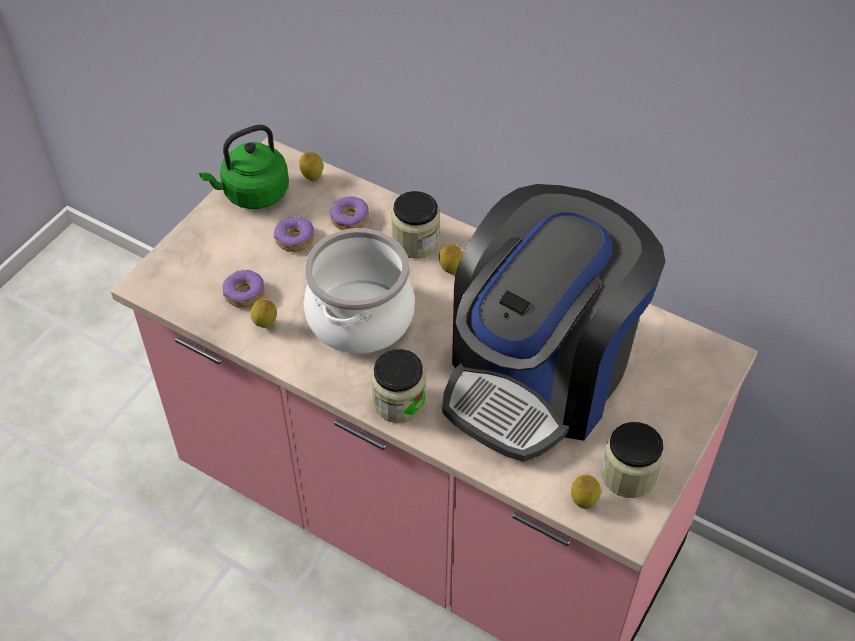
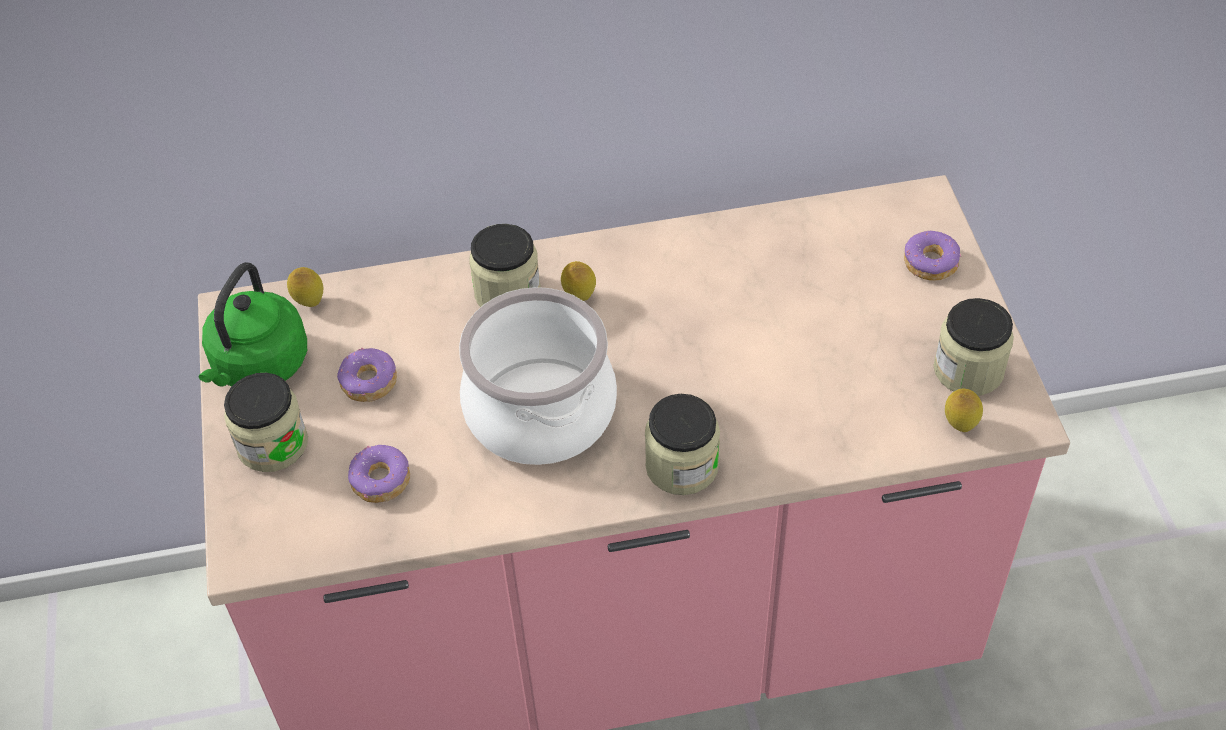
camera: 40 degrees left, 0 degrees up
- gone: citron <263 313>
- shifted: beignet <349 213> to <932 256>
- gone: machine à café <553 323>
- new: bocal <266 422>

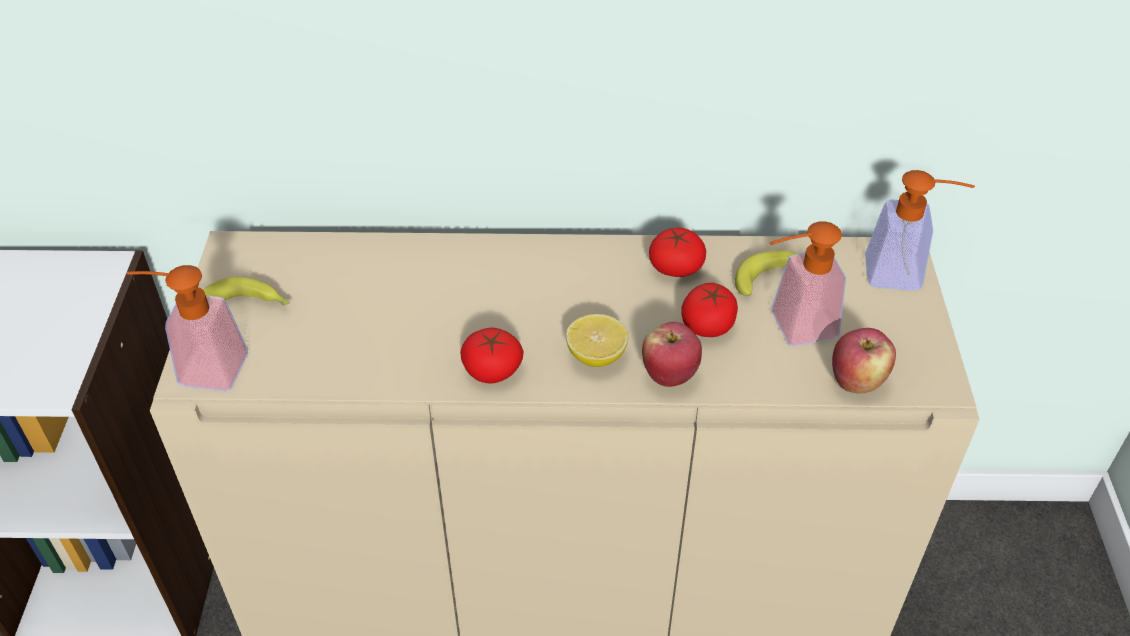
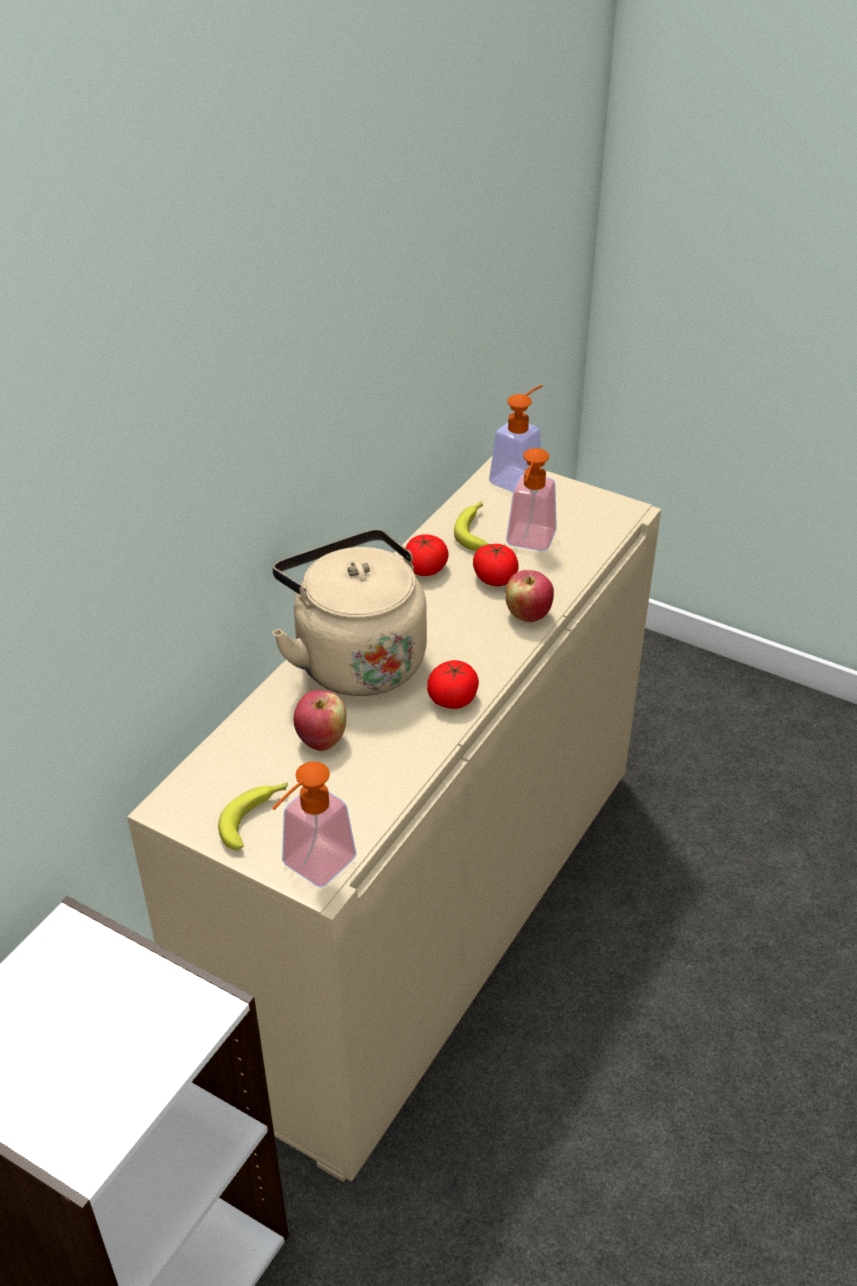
camera: 60 degrees left, 5 degrees down
- gone: citron <597 340>
- shifted: pomme <864 361> to <320 720>
- new: bouilloire/beige <349 612>

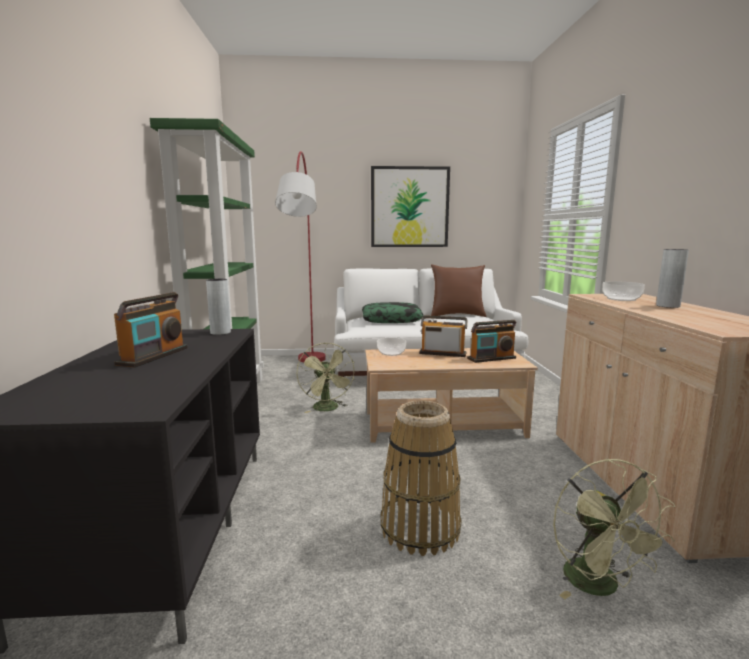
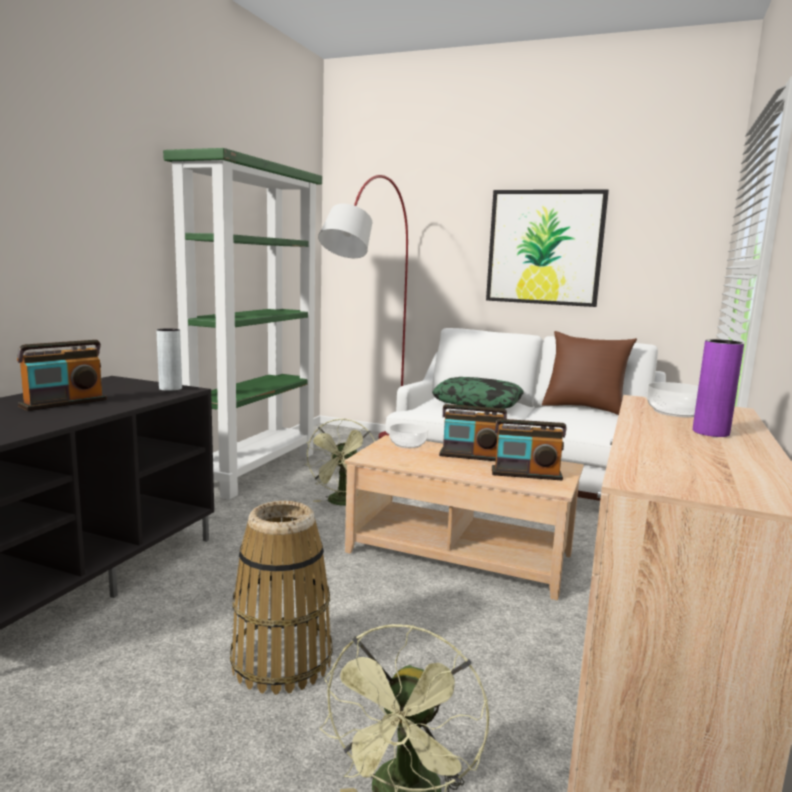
camera: 25 degrees right, 0 degrees up
- rotated: radio <443 336> = <473 432> 150 degrees clockwise
- repainted: vase/gris <672 278> to vase/violet <718 388>

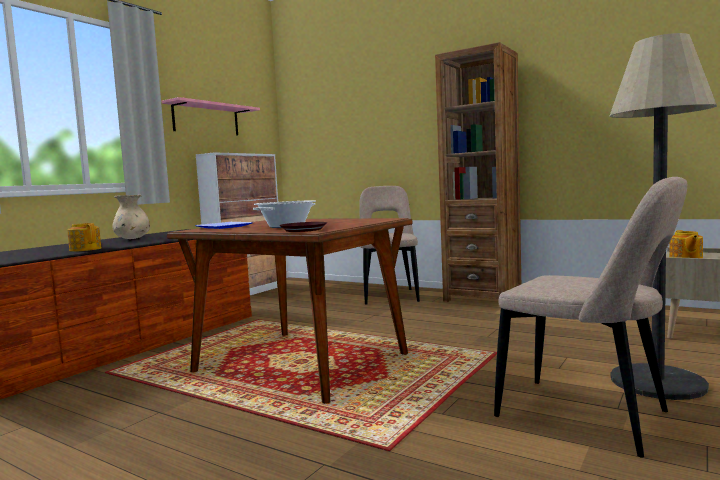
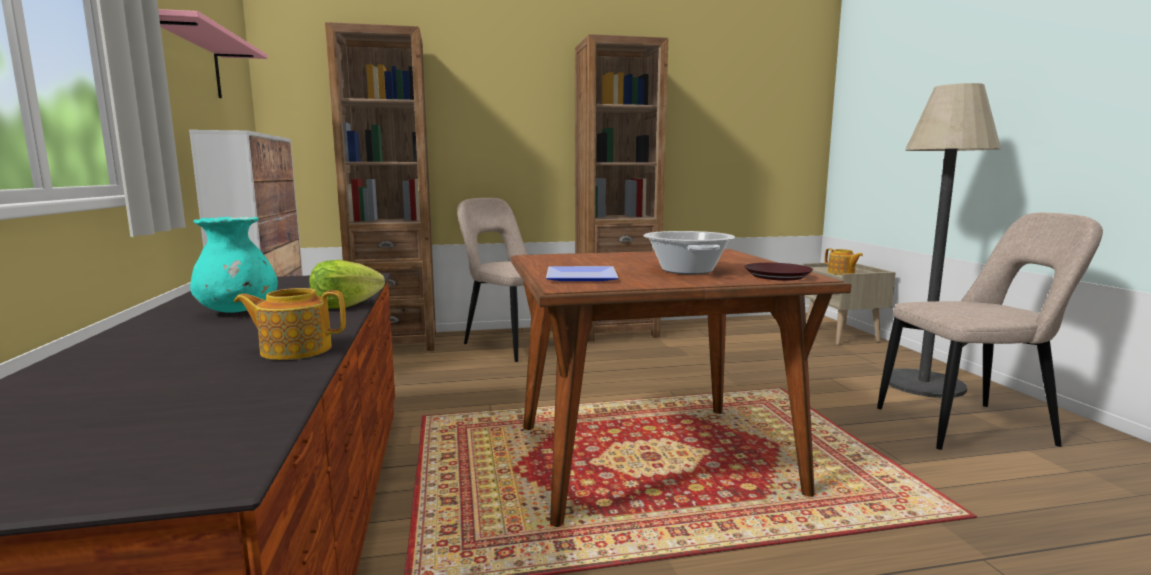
camera: 45 degrees left, 5 degrees up
- repainted: vase/beige <131 217> to vase/turquoise <234 265>
- new: laitue <347 284>
- new: bibliothèque/marron <380 186>

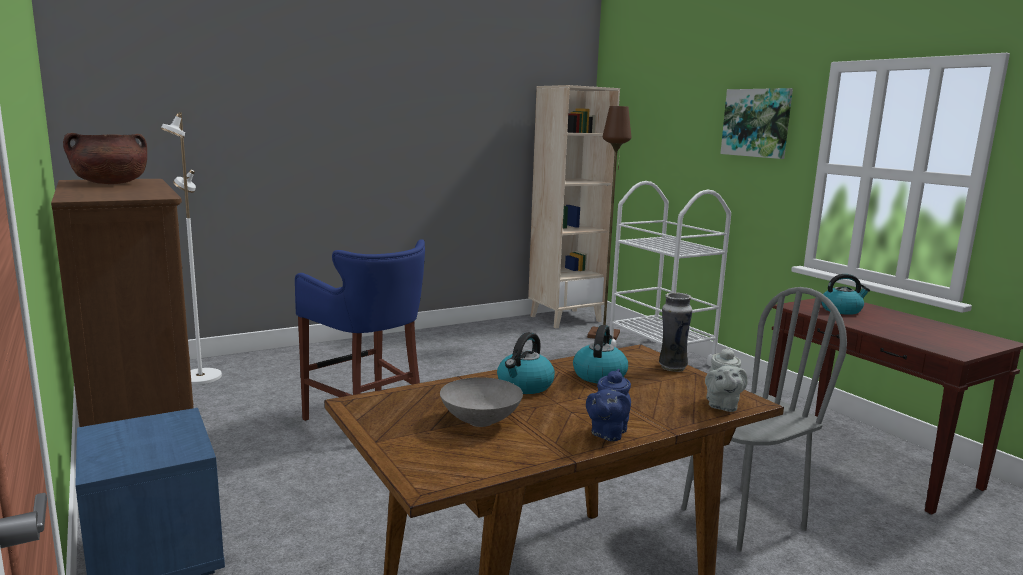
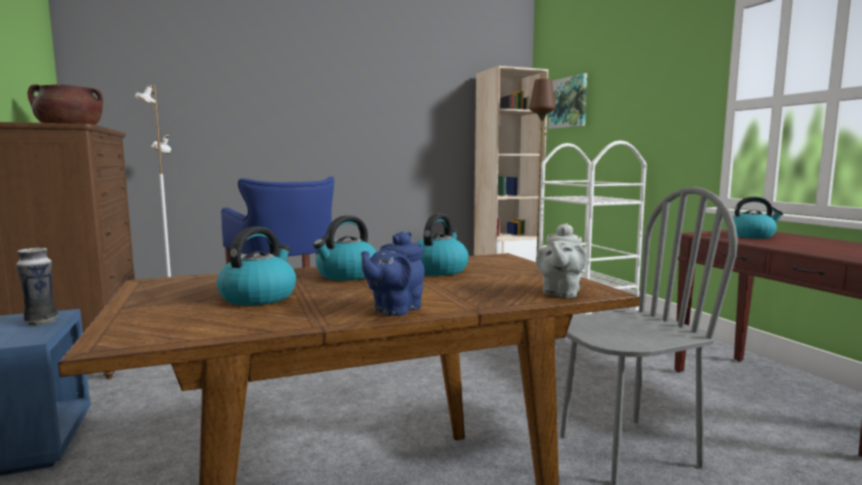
camera: 10 degrees right, 5 degrees down
- swapped: bol/gris <481 402> to bouilloire <256 266>
- shifted: vase <675 332> to <37 286>
- shifted: tableau <756 123> to <567 101>

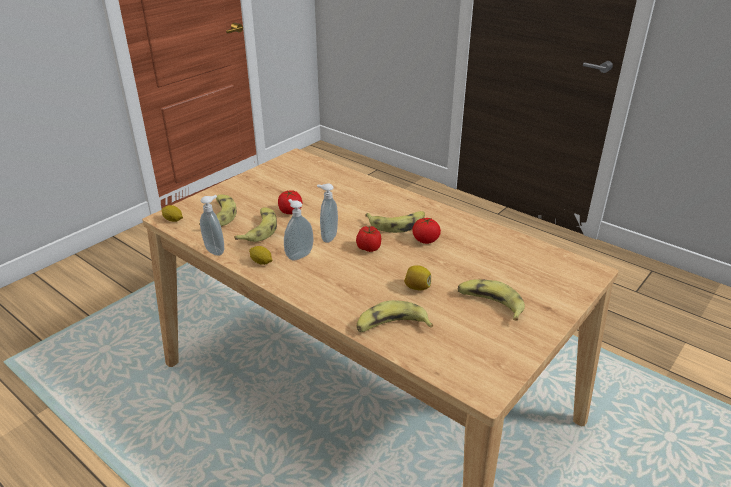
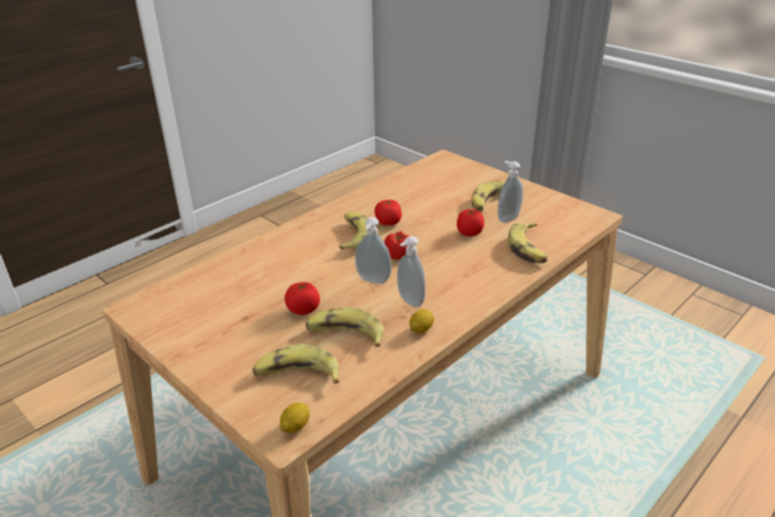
camera: 85 degrees left, 0 degrees up
- shifted: distributeur de savon <212 225> to <510 192>
- swapped: citron <417 277> to tomate <470 222>

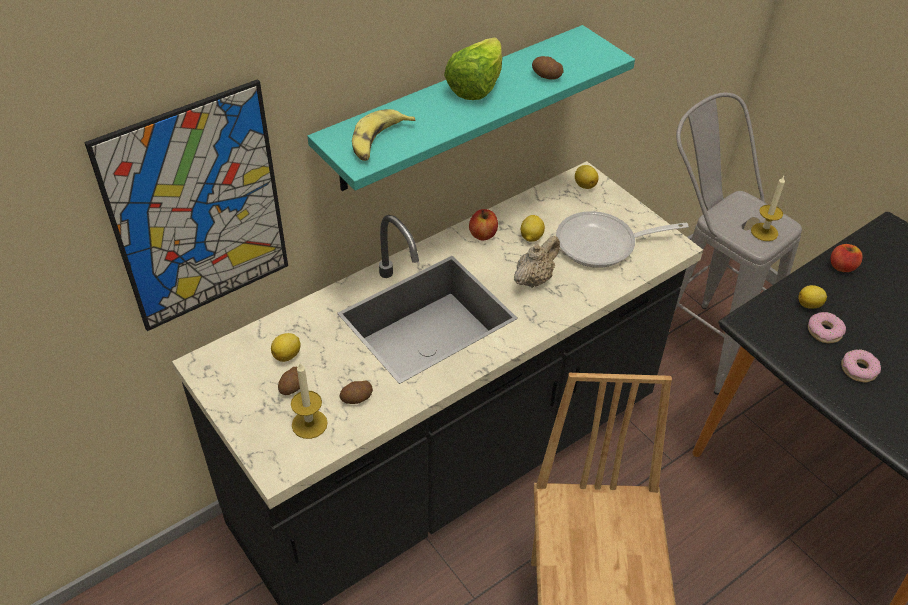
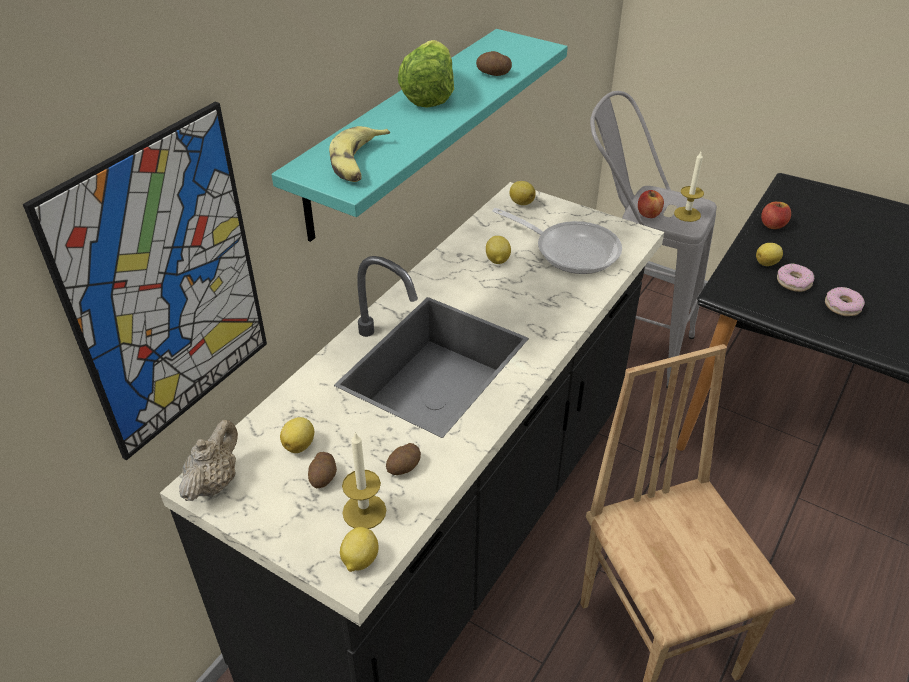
camera: 20 degrees left, 5 degrees down
- shifted: pomme <483 225> to <651 204>
- shifted: théière/beige <537 262> to <208 460>
- rotated: poêle <622 239> = <557 241> 120 degrees counterclockwise
- new: citron <359 549>

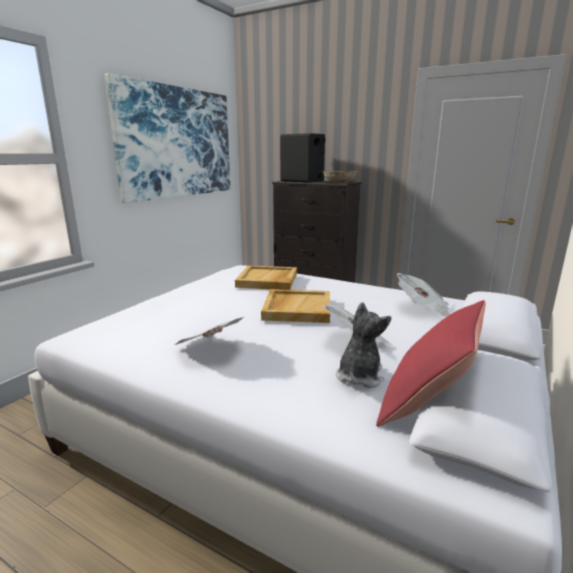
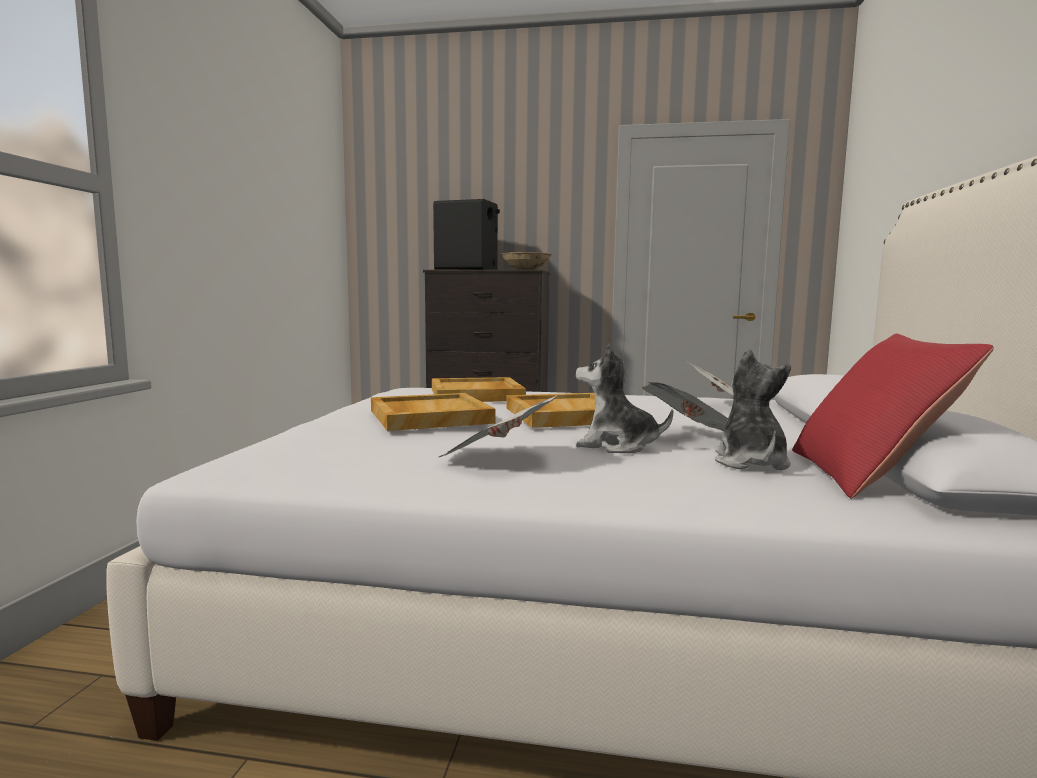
camera: 20 degrees left, 10 degrees down
- gone: tableau <167 138>
- new: plateau/beige <433 412>
- new: peluche <624 398>

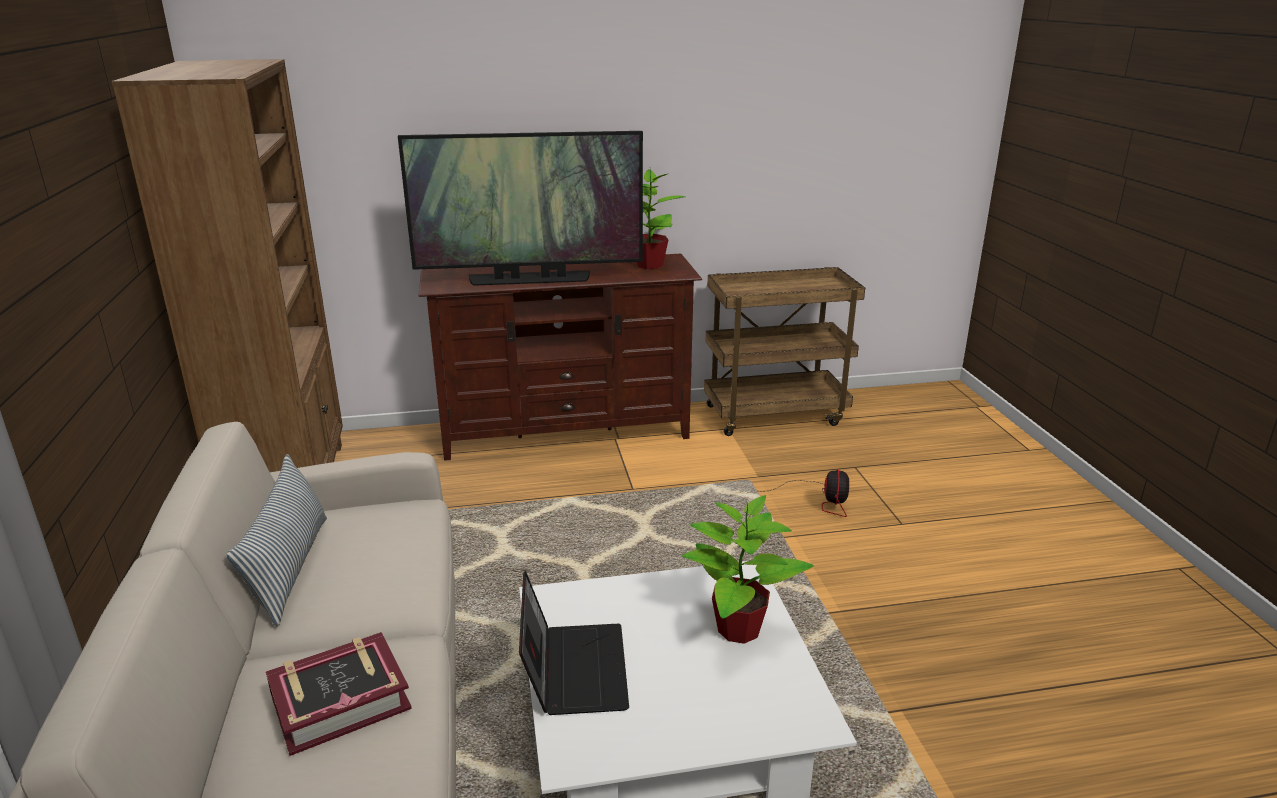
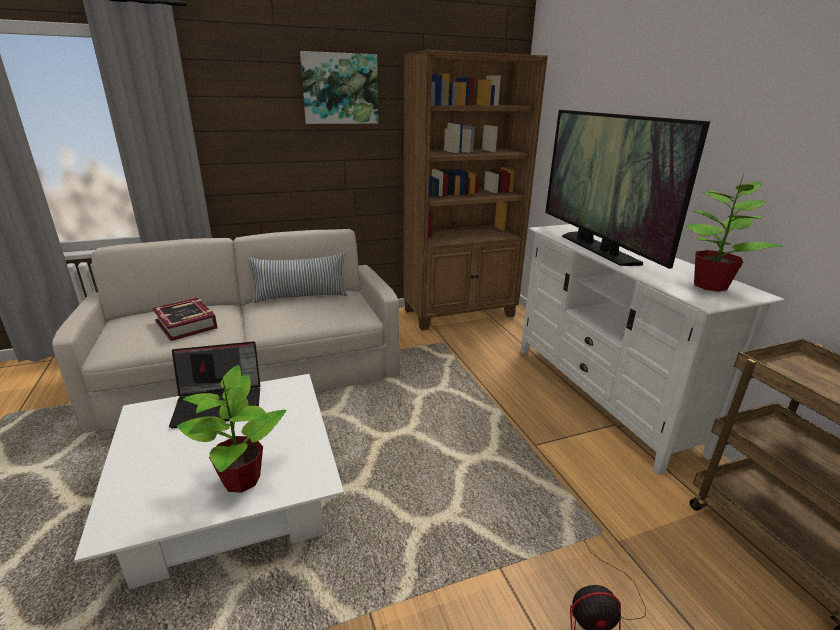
camera: 80 degrees right, 0 degrees up
- repainted: meuble télé/marron <560 357> to meuble télé/blanc <653 349>
- new: tableau <339 87>

